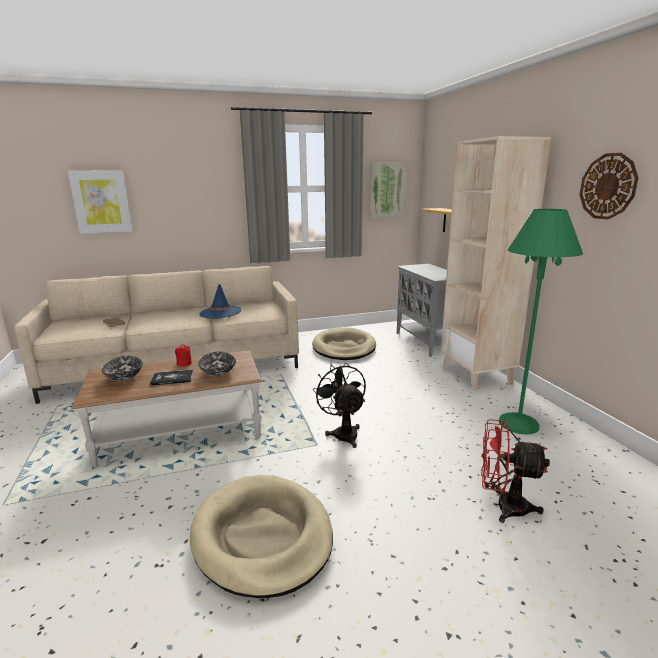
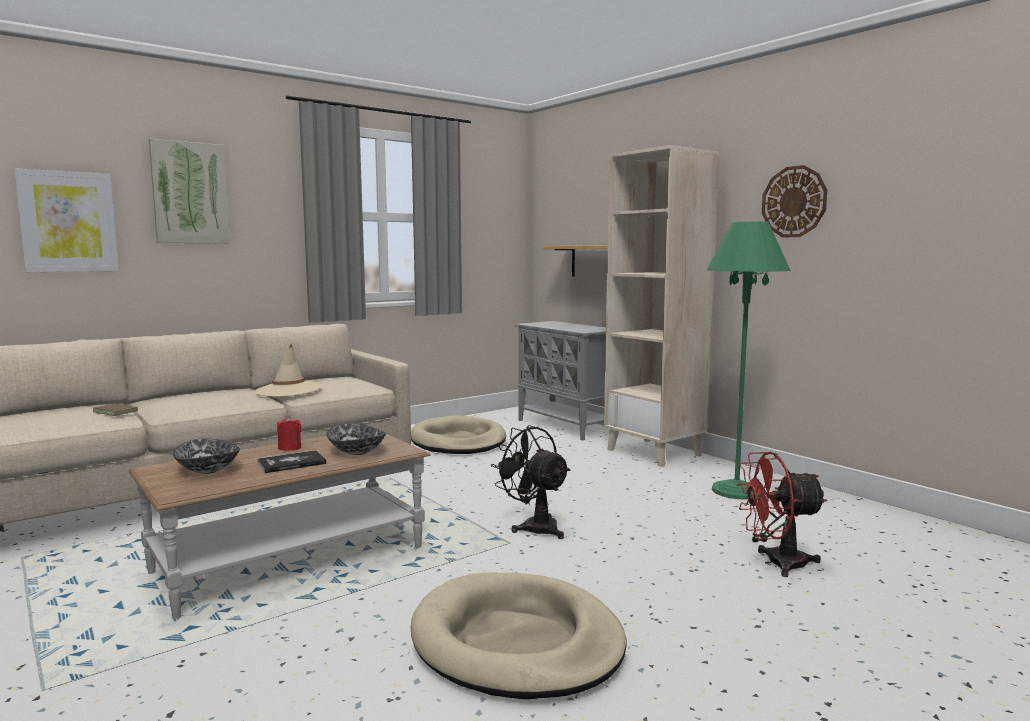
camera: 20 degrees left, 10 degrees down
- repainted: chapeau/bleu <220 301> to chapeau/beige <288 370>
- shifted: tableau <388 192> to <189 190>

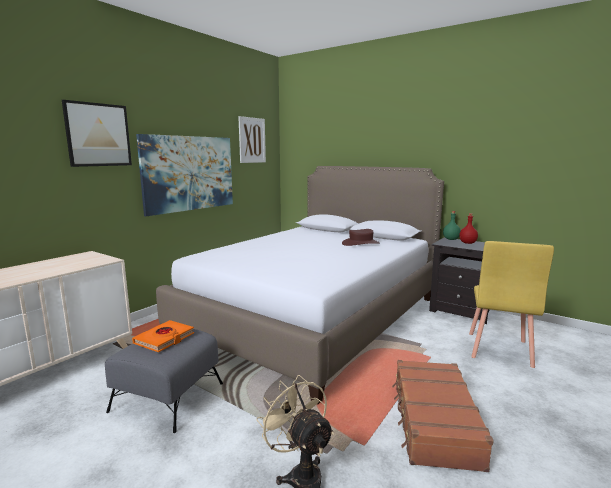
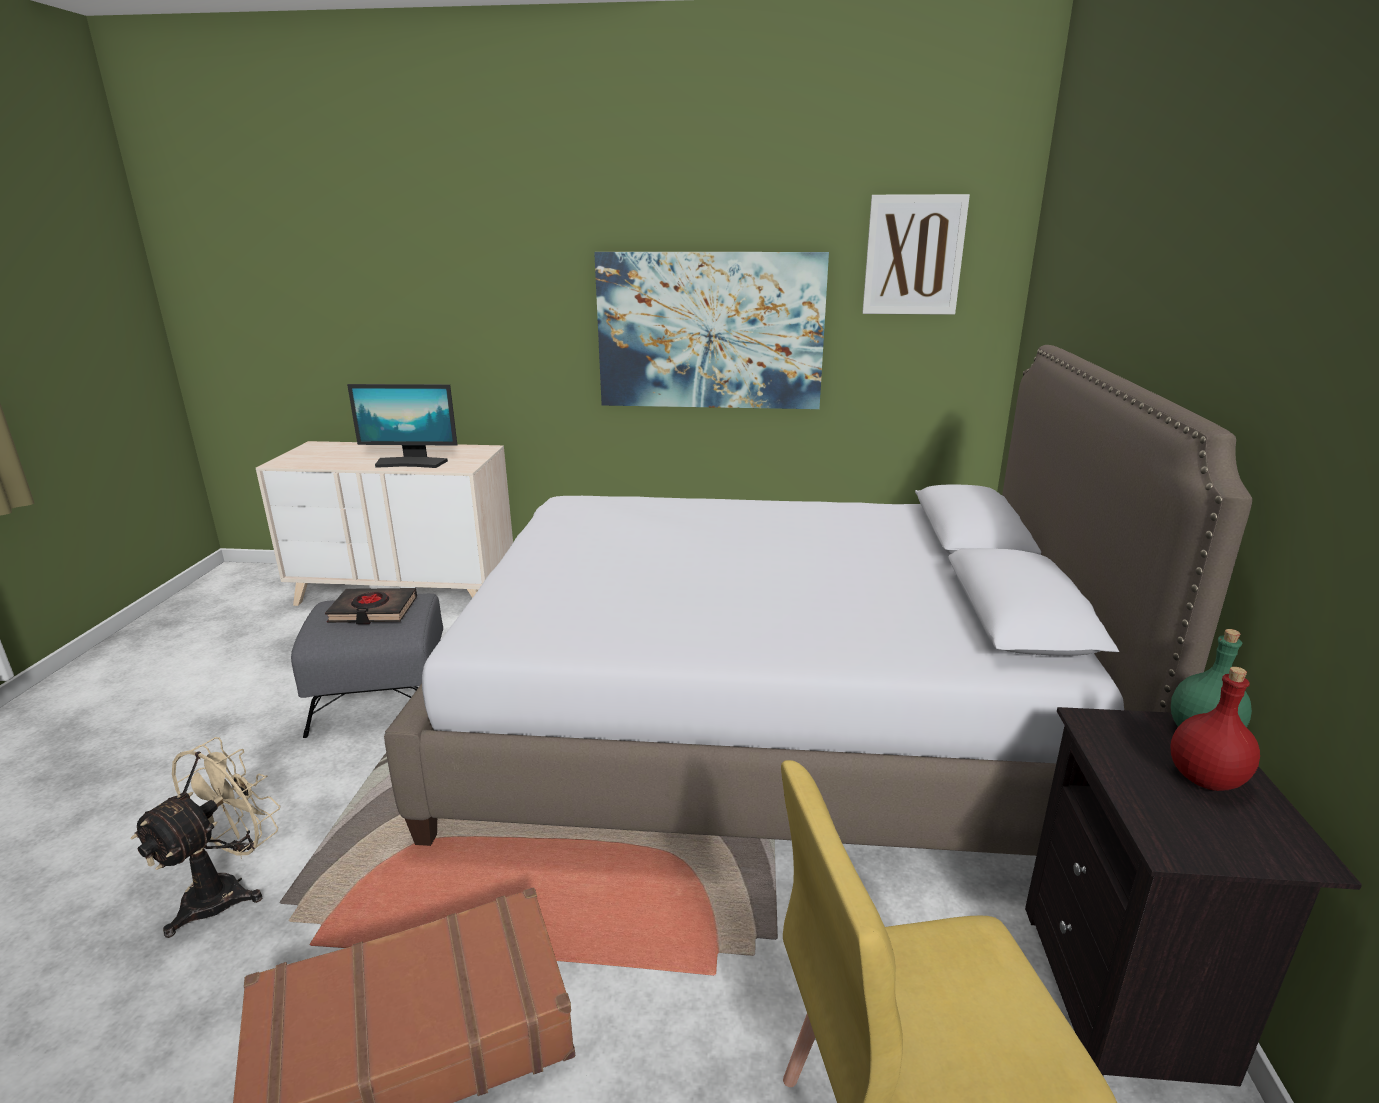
camera: 60 degrees right, 10 degrees up
- gone: tableau <97 133>
- repainted: livre/orange <163 336> to livre/noir <371 606>
- gone: chapeau/marron <361 237>
- new: écran d'ordinateur <402 426>

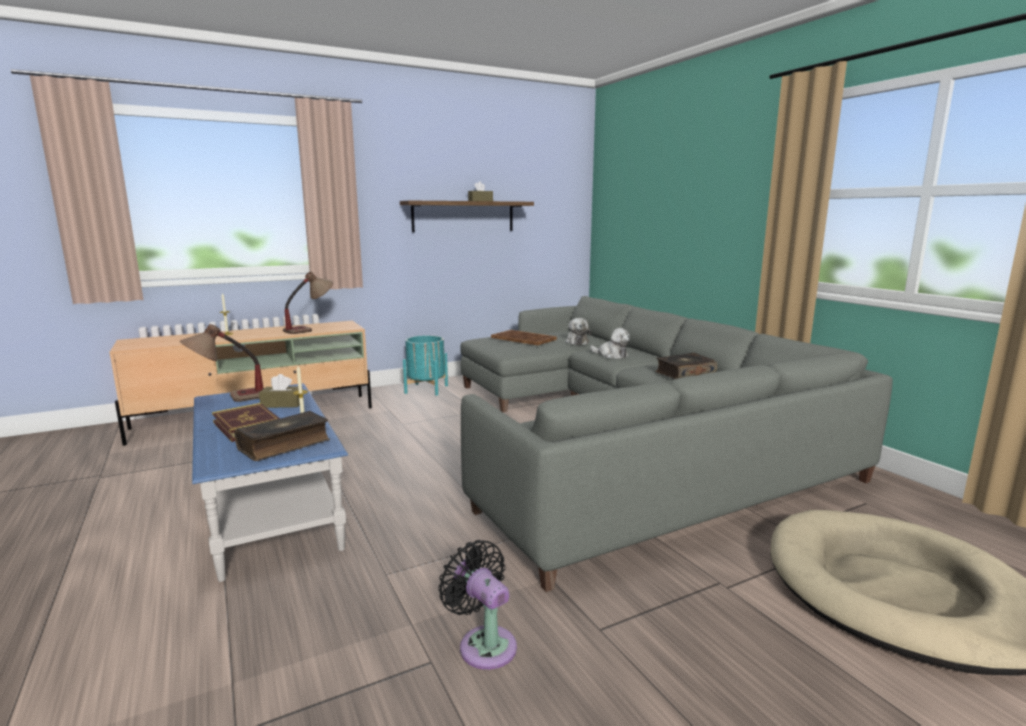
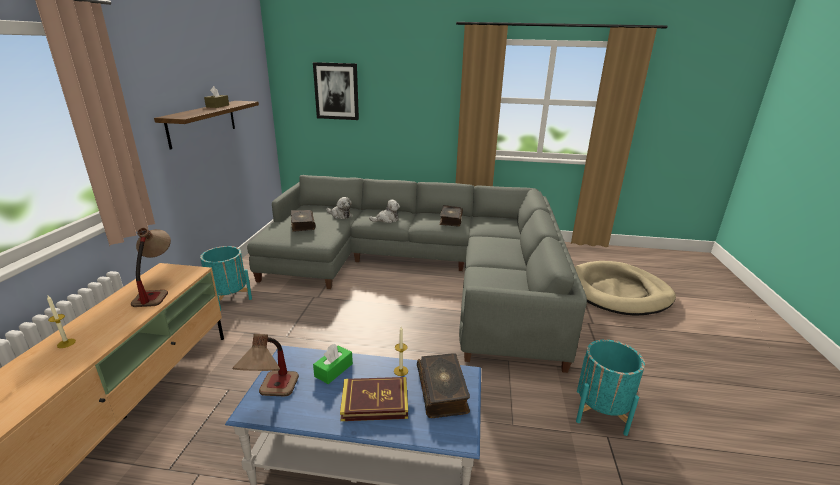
camera: 55 degrees left, 10 degrees up
- repainted: boîte à mouchoirs/marron <281 391> to boîte à mouchoirs/vert <333 364>
- swapped: ventilateur/noir <477 605> to cache-pot/turquoise <610 388>
- swapped: plateau/marron <524 337> to livre <303 221>
- new: tableau <336 91>

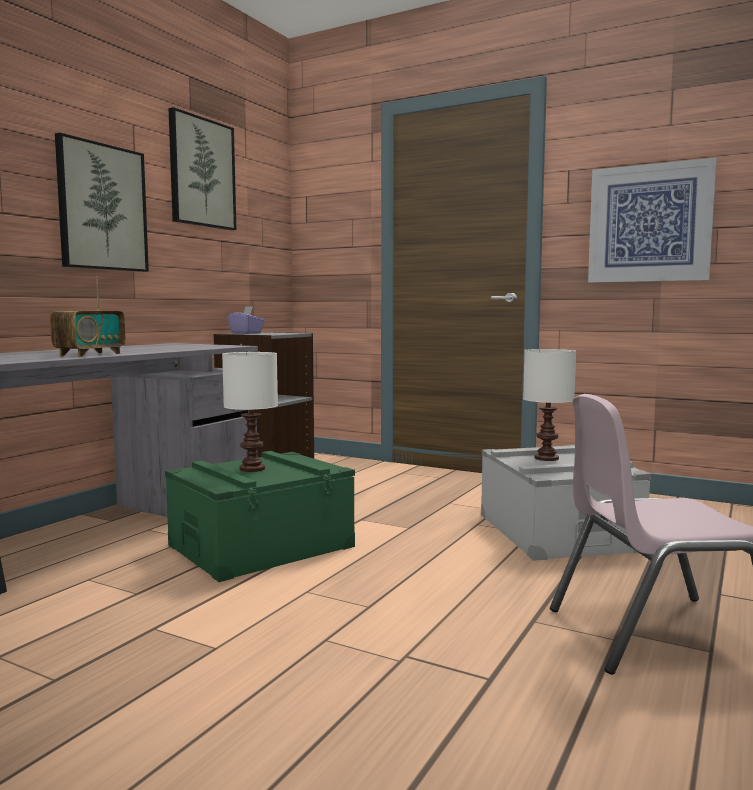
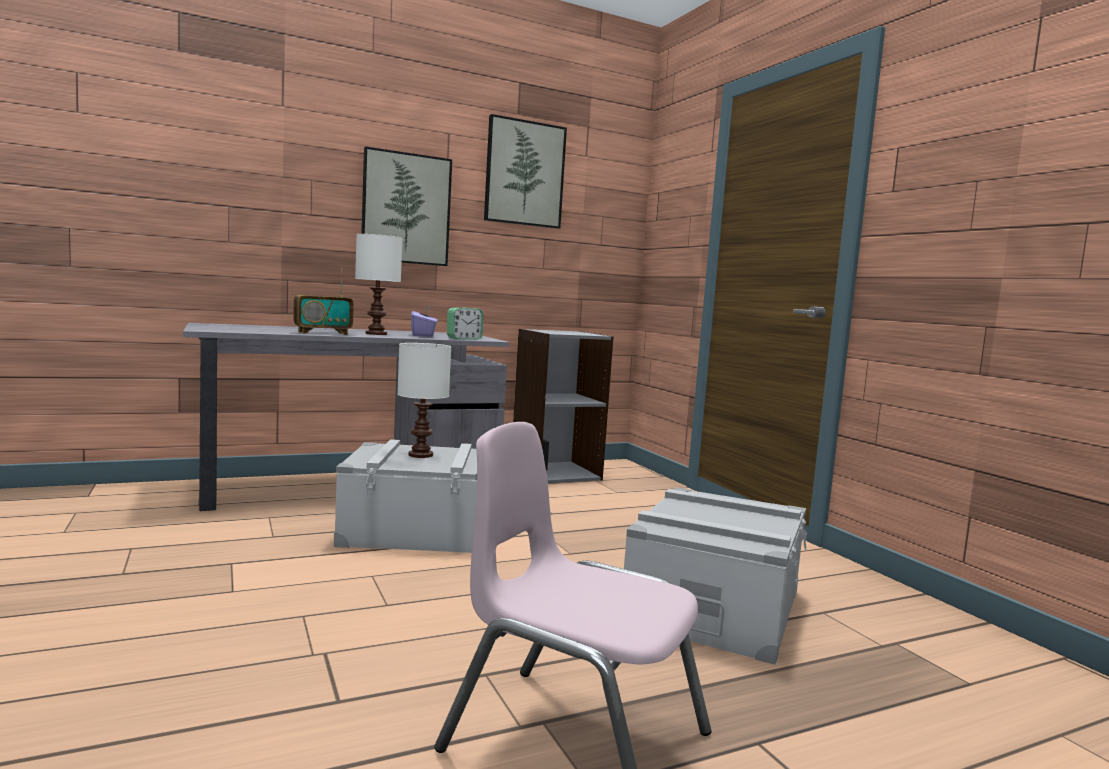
camera: 35 degrees right, 0 degrees up
- repainted: boîte de rangement/vert <260 516> to boîte de rangement/gris <405 496>
- shifted: boîte à mouchoirs/violet <246 320> to <424 321>
- shifted: lampe de table/blanc <549 405> to <378 284>
- gone: tableau <652 220>
- new: réveil <465 324>

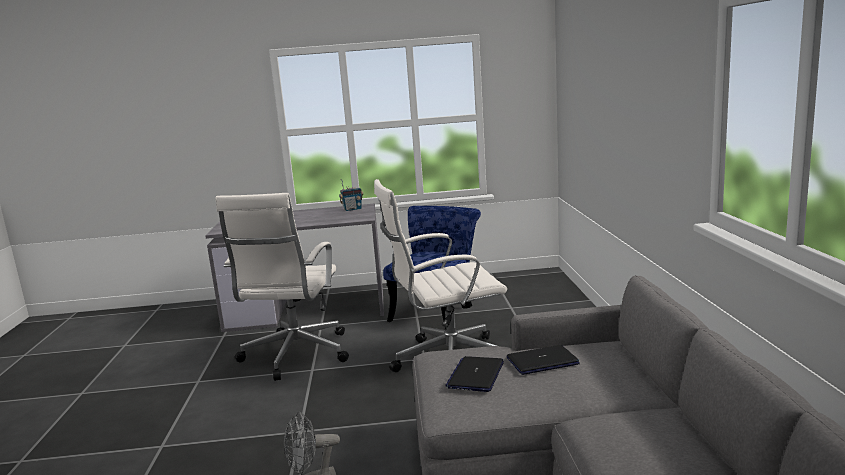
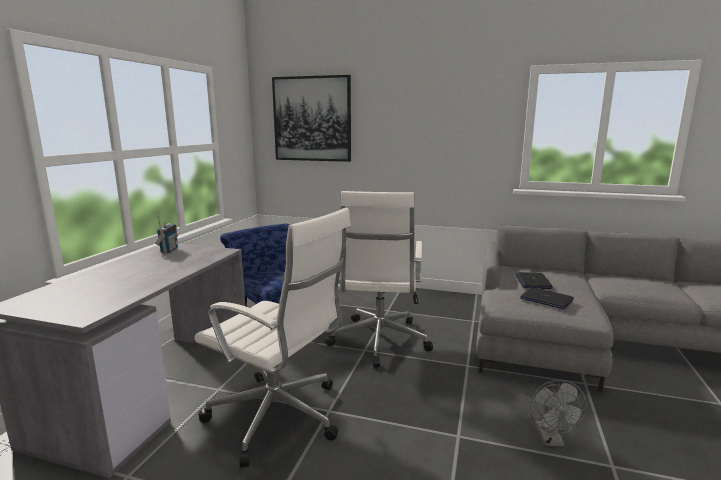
camera: 70 degrees left, 0 degrees up
- new: tableau <311 118>

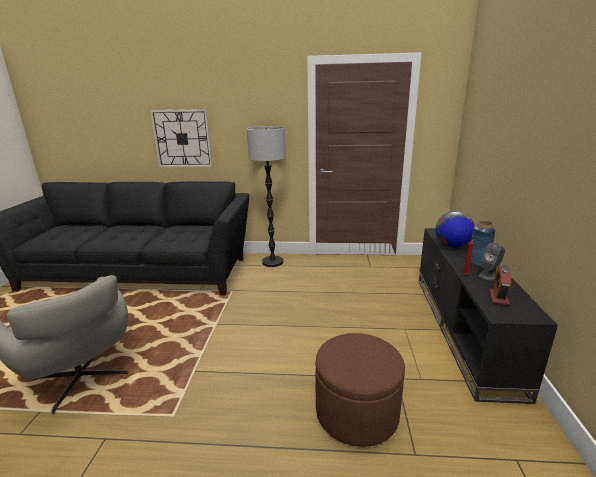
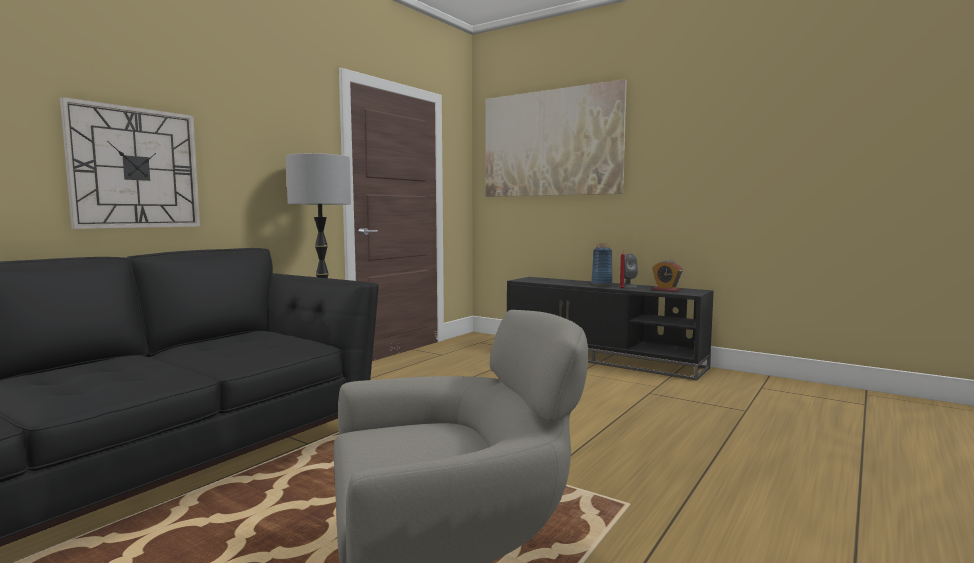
camera: 60 degrees left, 15 degrees down
- gone: pouf/marron <360 390>
- gone: globe <455 229>
- new: tableau <556 138>

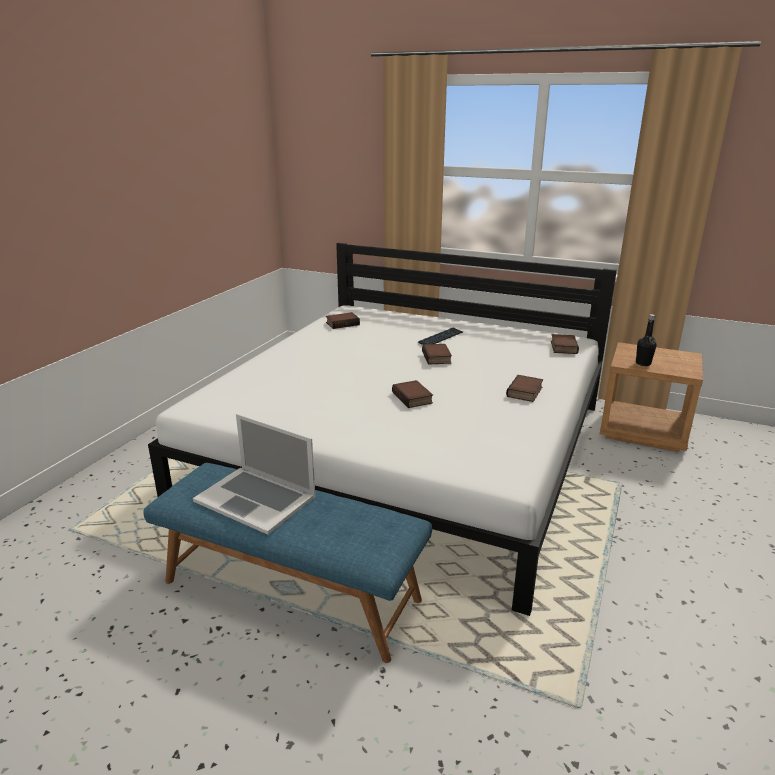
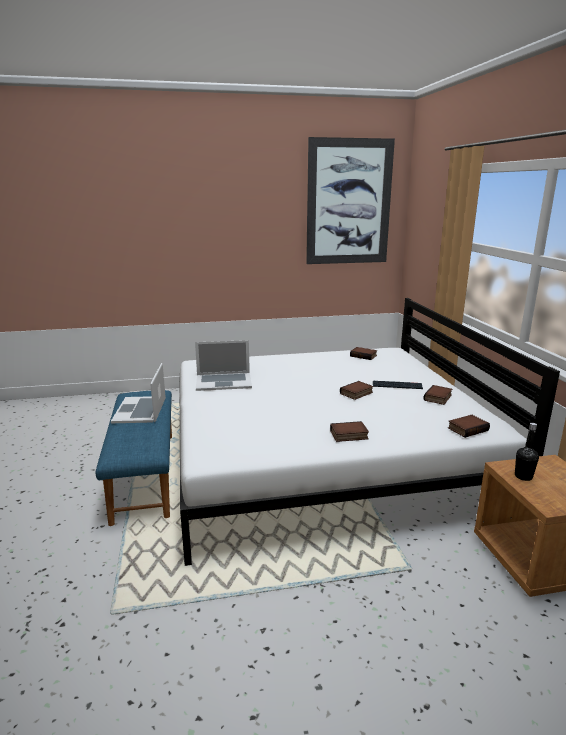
camera: 55 degrees right, 5 degrees down
- shifted: livre <412 394> to <438 395>
- new: ordinateur portable <223 365>
- new: tableau <350 200>

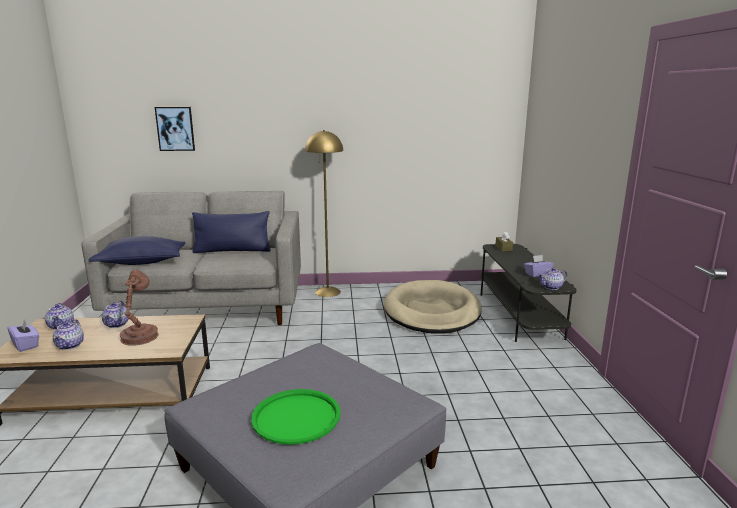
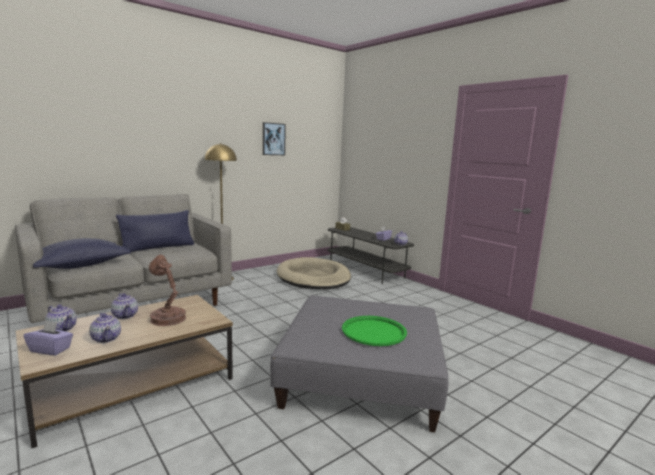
camera: 35 degrees left, 5 degrees down
- shifted: tableau <175 129> to <274 138>

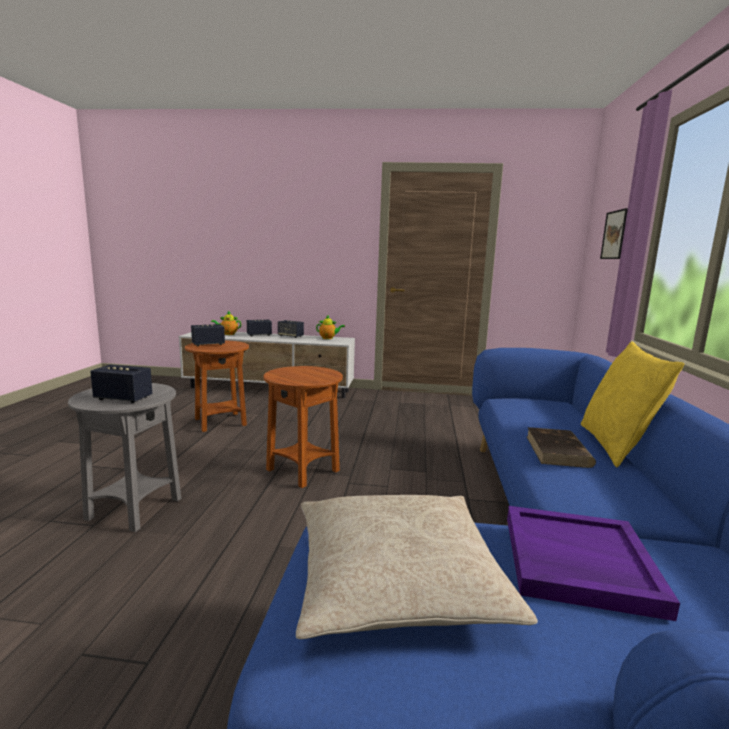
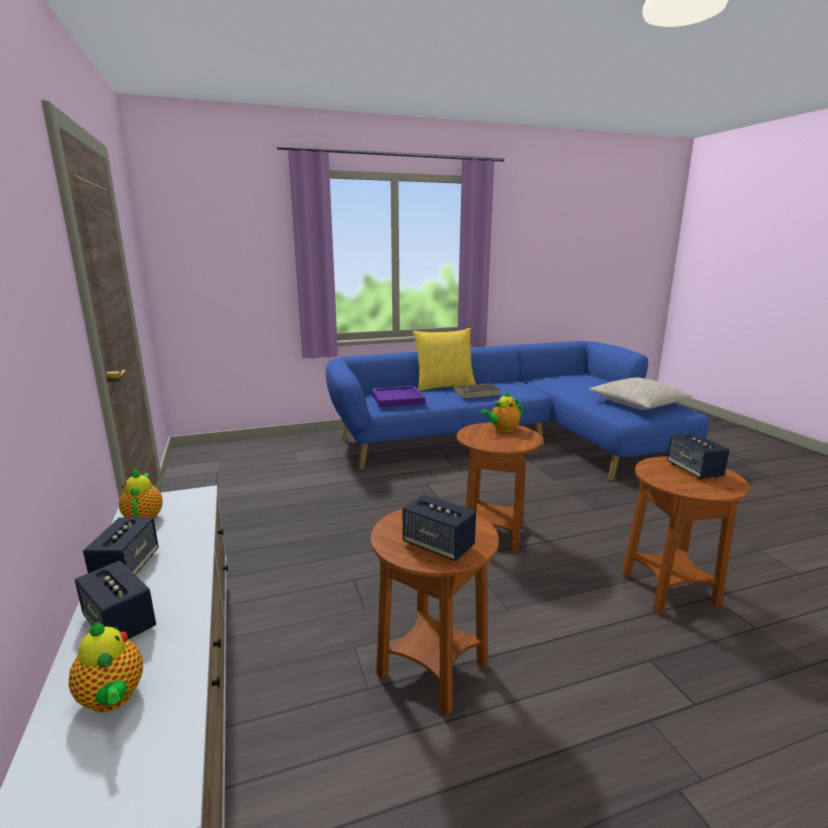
camera: 115 degrees left, 5 degrees up
- repainted: table d'appoint/gris <124 457> to table d'appoint/marron <685 534>
- shifted: plateau/violet <593 563> to <399 396>
- gone: tableau <614 233>
- new: théière <501 411>

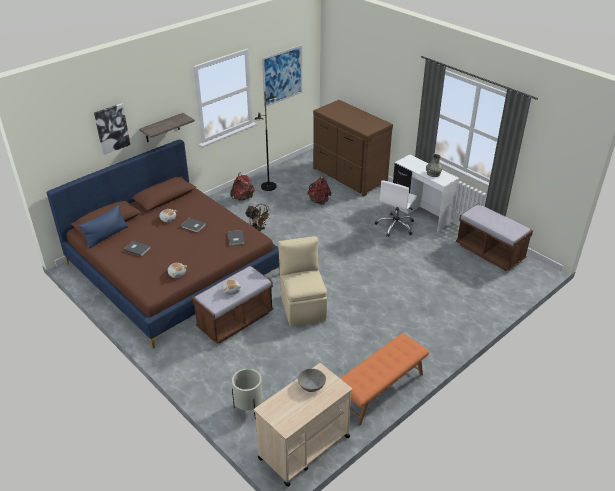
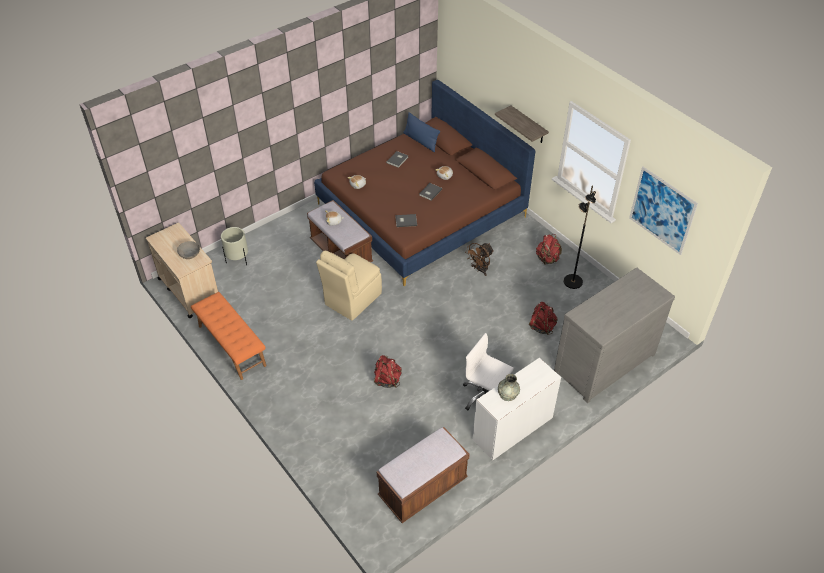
camera: 95 degrees right, 10 degrees up
- gone: tableau <112 129>
- rotated: chaise/beige <302 281> = <349 286> 135 degrees clockwise
- repainted: commode/marron <353 148> to commode/gris <614 335>
- new: sac à dos/rouge <388 371>

